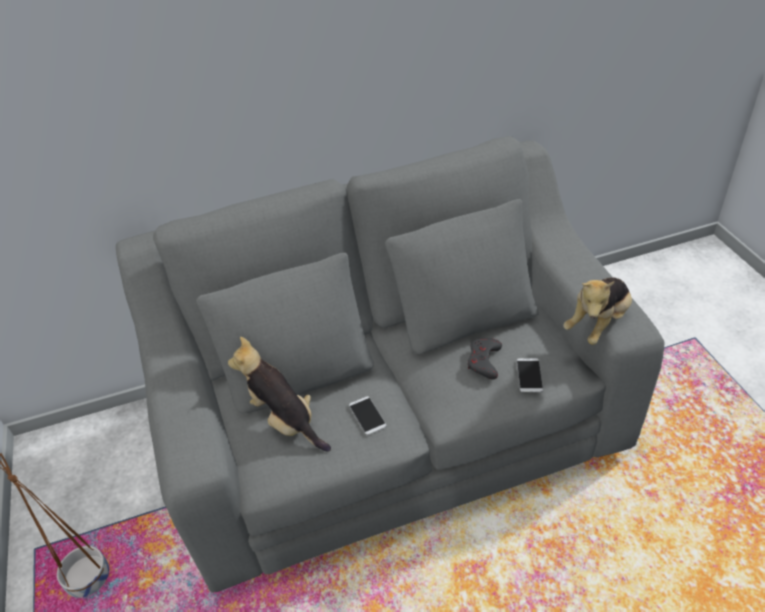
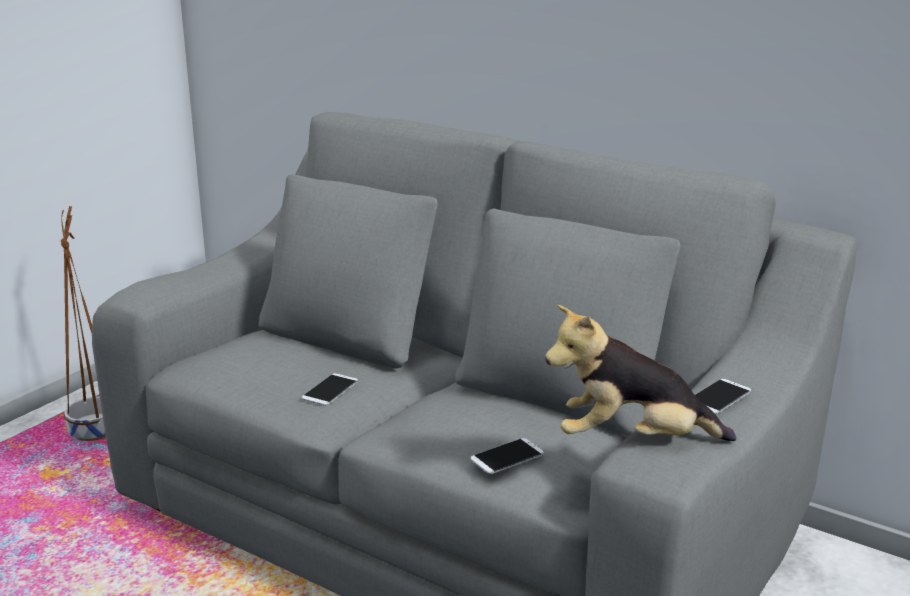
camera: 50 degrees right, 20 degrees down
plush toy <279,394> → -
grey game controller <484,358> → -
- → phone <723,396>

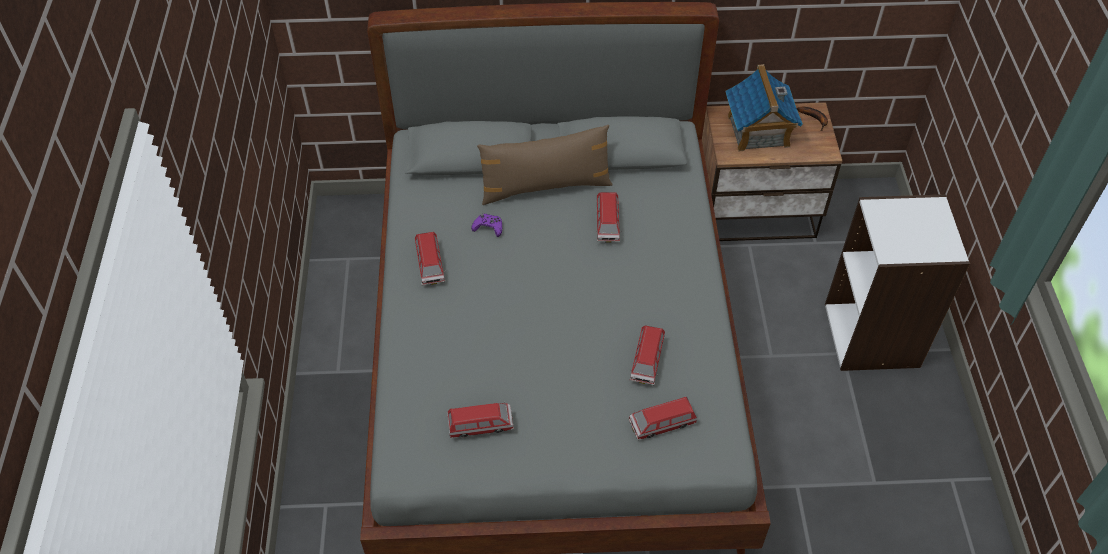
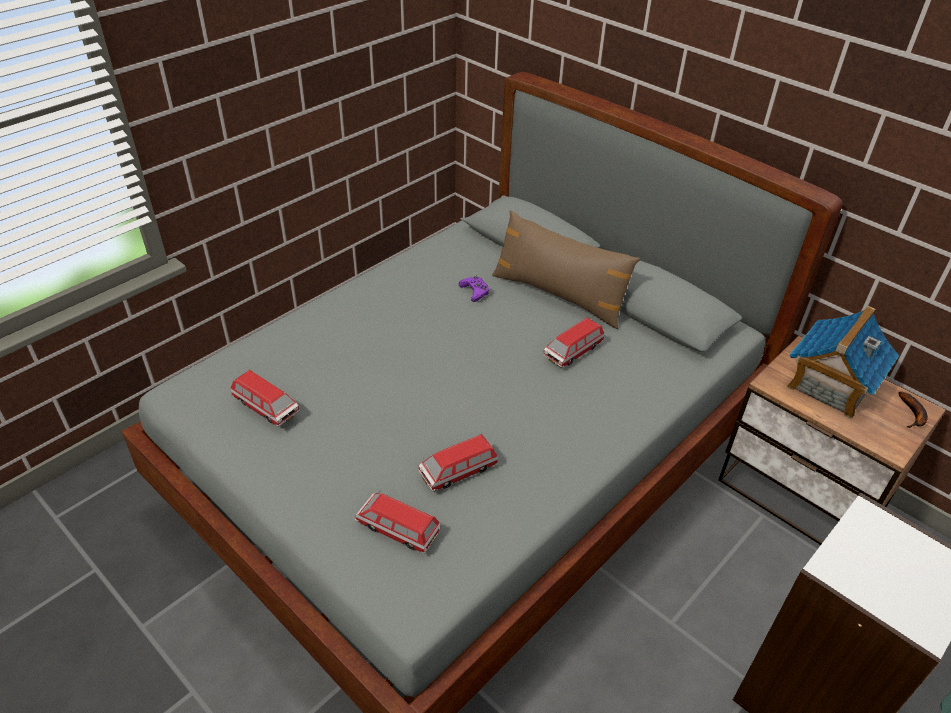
camera: 45 degrees right, 10 degrees down
toy car <430,259> → -

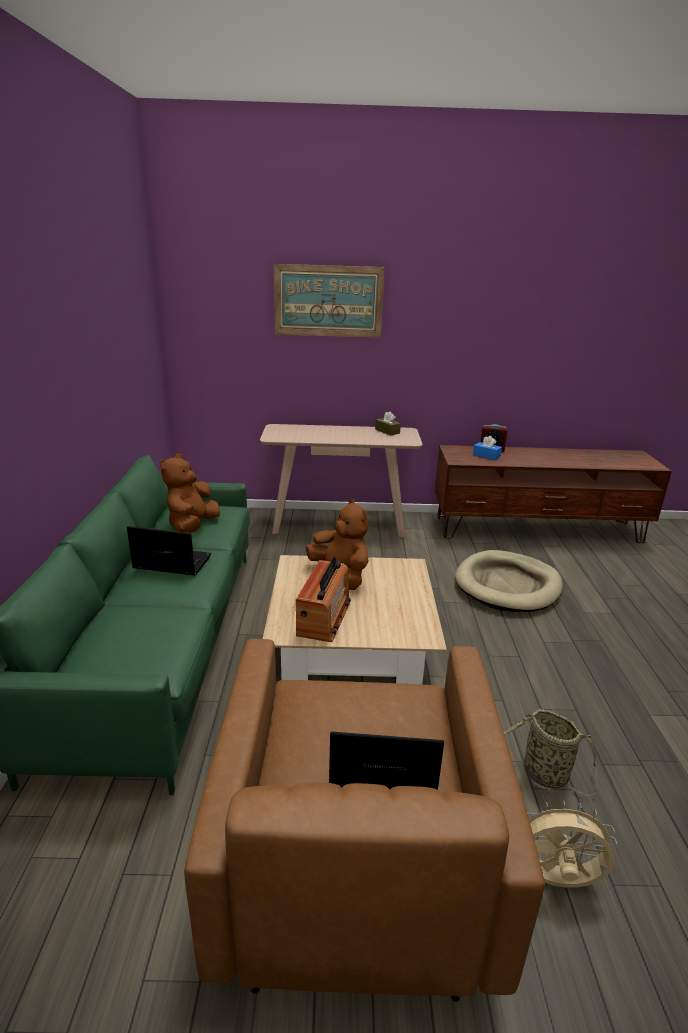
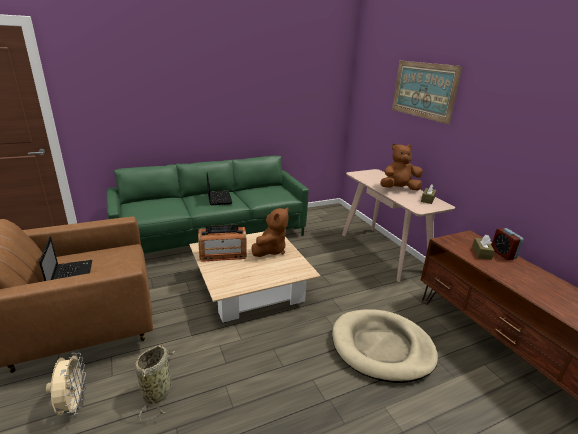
camera: 65 degrees right, 0 degrees up
blue tissue box <487,448> → brown tissue box <483,247>
brown plush toy <190,493> → brown plush toy <401,167>, relocated

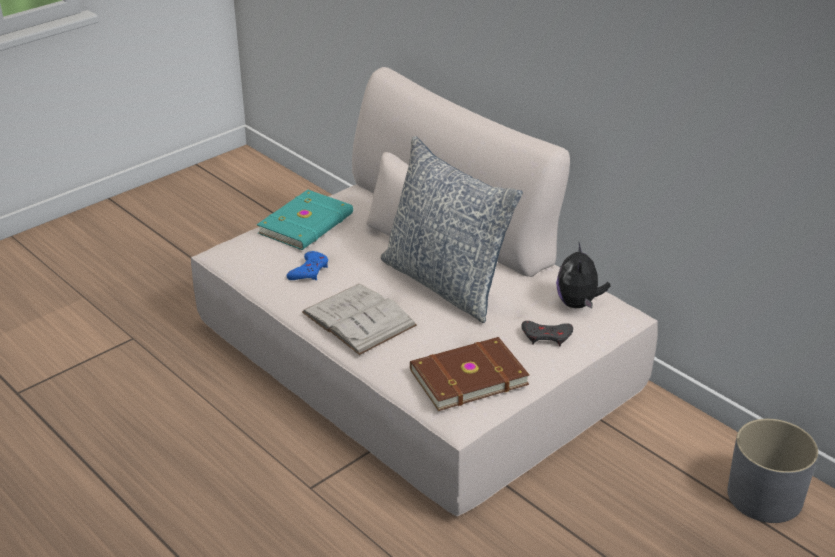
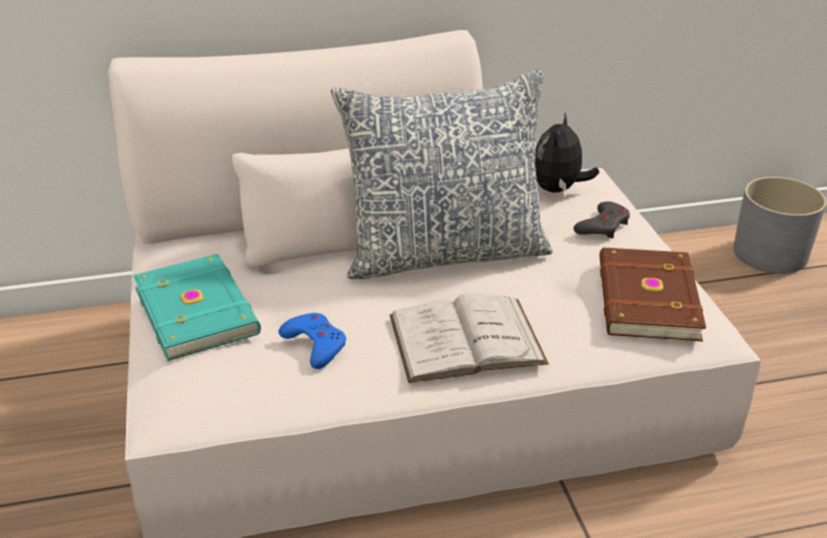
camera: 60 degrees left, 0 degrees up
plush toy <583,276> → plush toy <567,153>, 75 degrees clockwise

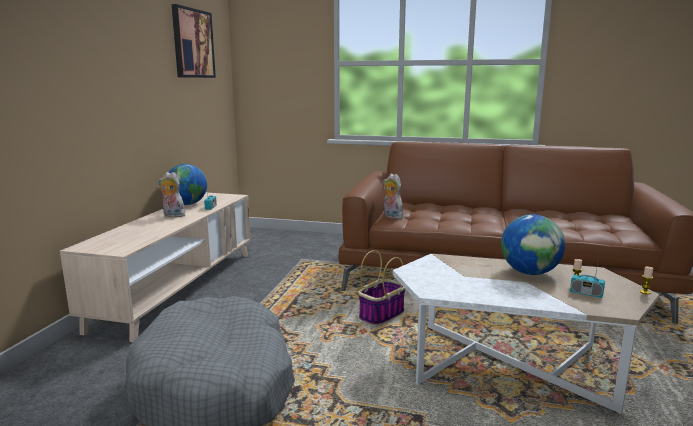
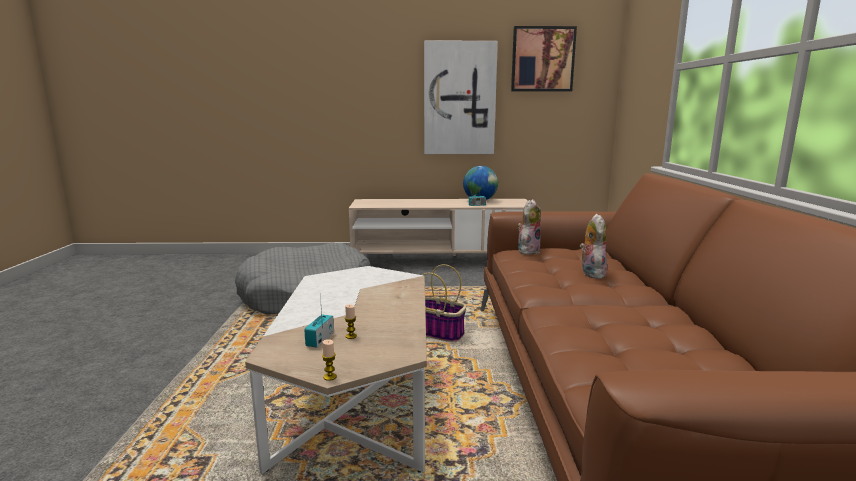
camera: 75 degrees right, 0 degrees up
plush toy <171,195> → plush toy <593,246>, relocated
globe <533,244> → -
- → picture <461,97>

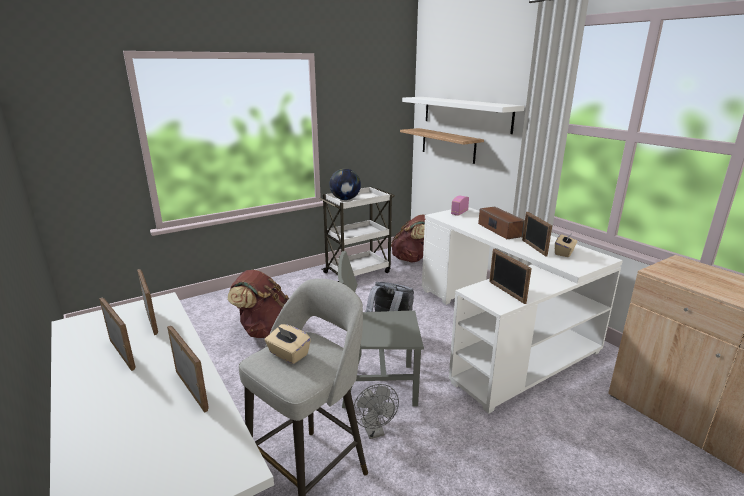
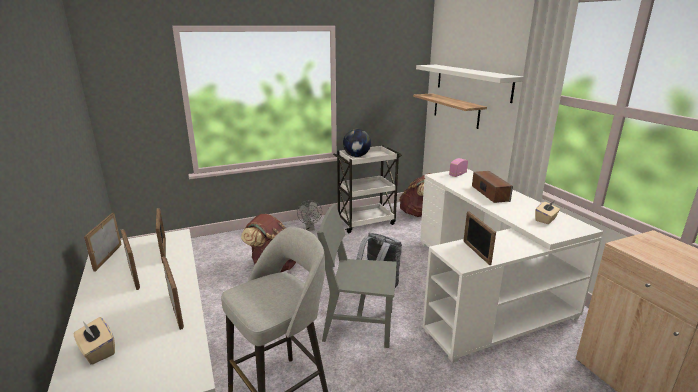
camera: 10 degrees right, 0 degrees up
picture frame <537,234> → picture frame <103,242>, relocated
beige tissue box <288,344> → beige tissue box <94,341>, relocated
grey fan <376,411> → grey fan <309,215>, relocated

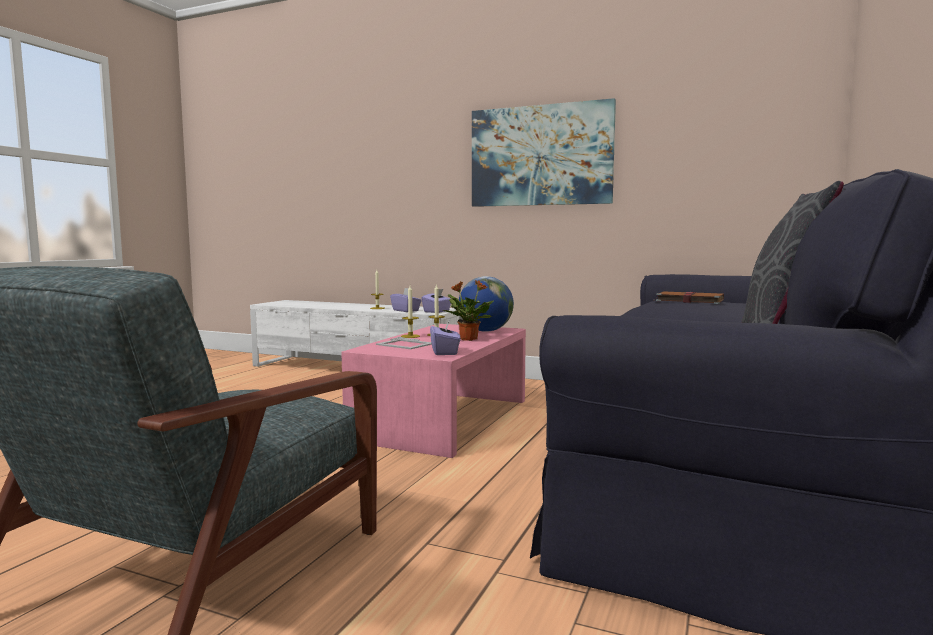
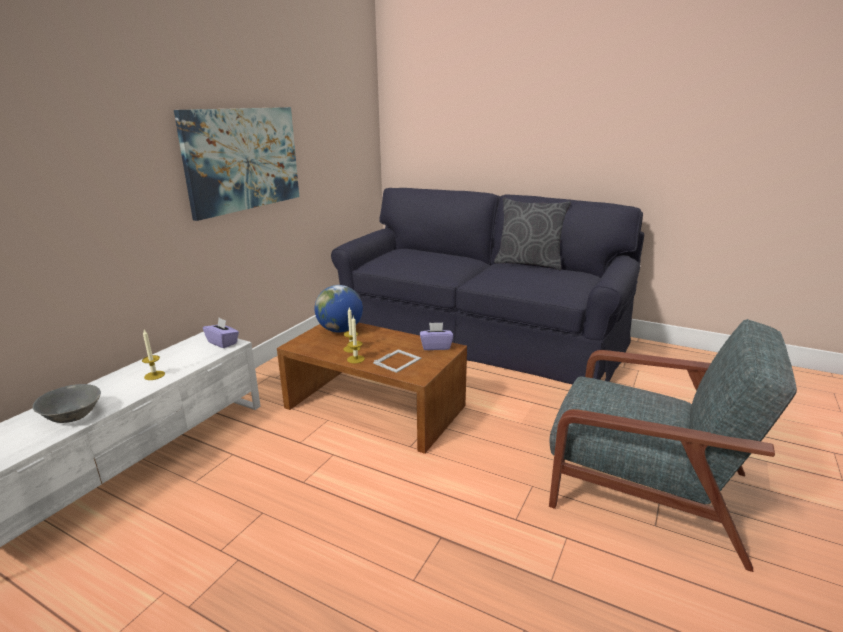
camera: 85 degrees left, 15 degrees up
potted plant <468,310> → -
purple tissue box <406,300> → -
brown book <690,297> → -
pink coffee table <433,391> → brown coffee table <372,388>
- → grey bowl <67,403>

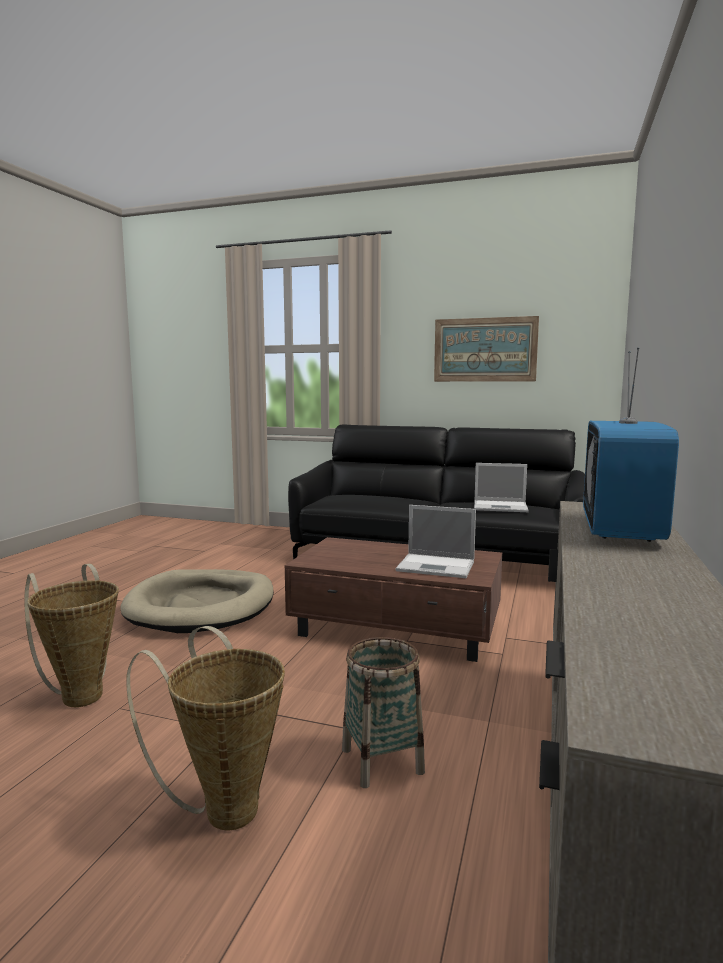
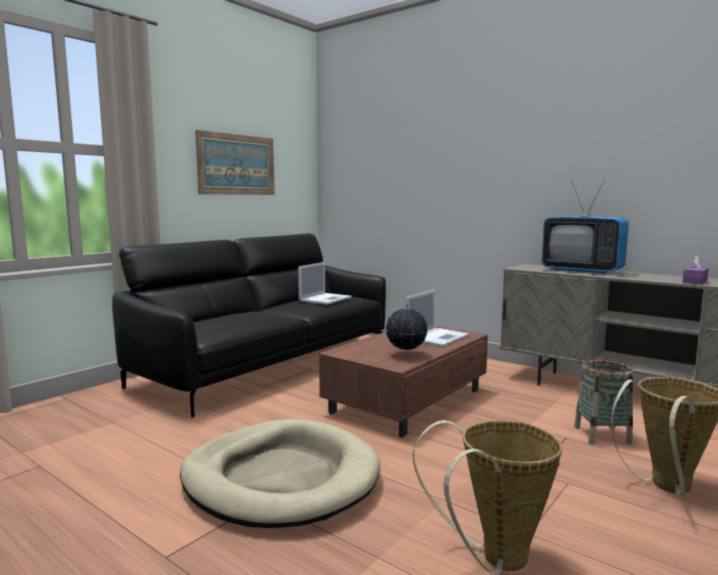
camera: 70 degrees left, 0 degrees up
- → purple tissue box <695,270>
- → globe <407,329>

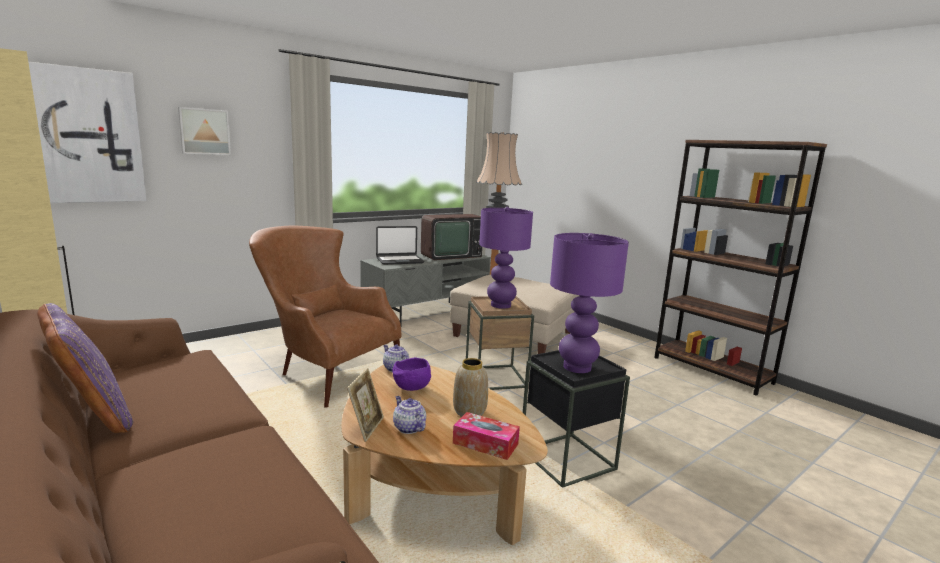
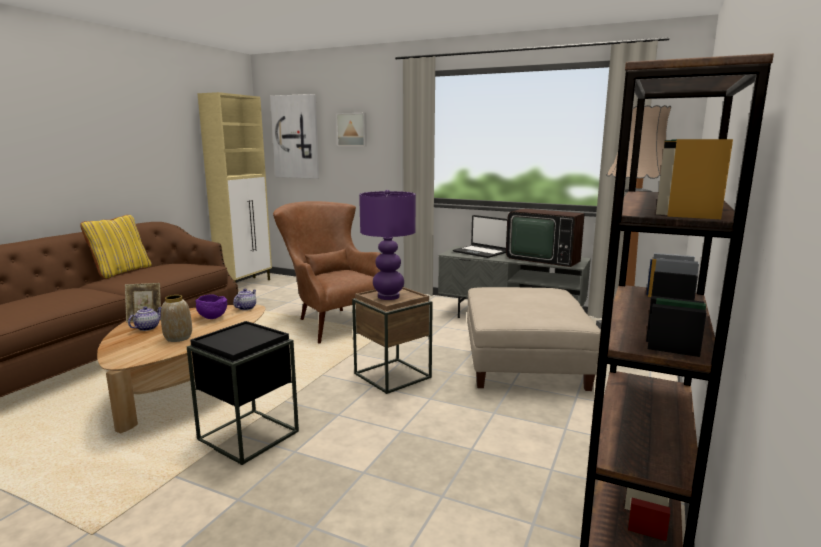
camera: 65 degrees right, 0 degrees up
brown armchair <325,317> → brown armchair <327,272>, 45 degrees counterclockwise
purple table lamp <589,303> → -
purple pillow <85,368> → yellow pillow <116,247>
tissue box <486,436> → -

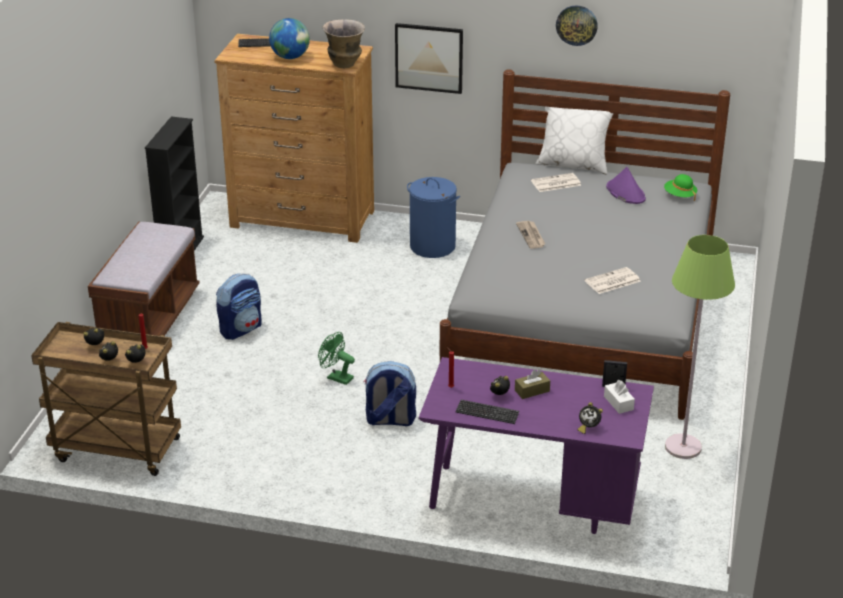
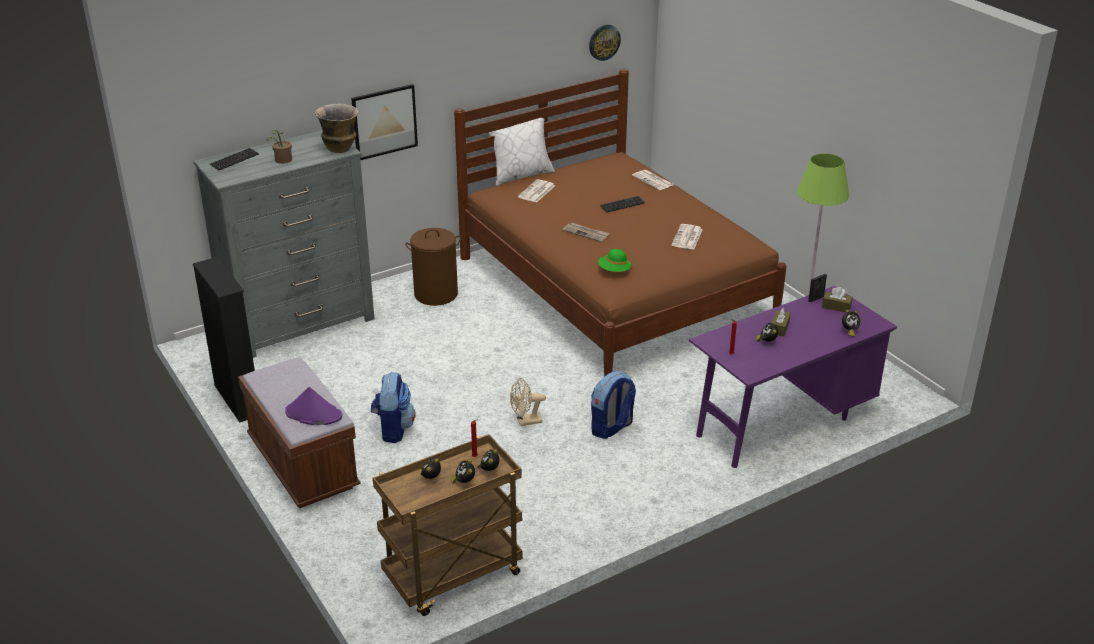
camera: 45 degrees left, 0 degrees up
wall clock <577,26> → wall clock <605,43>, relocated
globe <289,38> → potted plant <279,147>
brown dresser <294,138> → grey dresser <284,244>
grey bed <585,244> → brown bed <620,223>
purple hat <626,185> → purple hat <313,406>, relocated
green hat <680,187> → green hat <614,260>, relocated
blue laundry basket <433,217> → brown laundry basket <433,267>
green fan <336,358> → beige fan <528,402>
white tissue box <619,397> → brown tissue box <837,300>
keyboard <487,412> → keyboard <622,204>, relocated
- → newspaper <652,180>

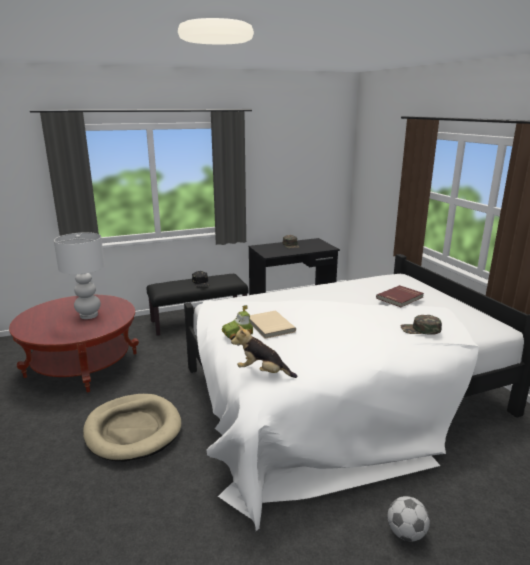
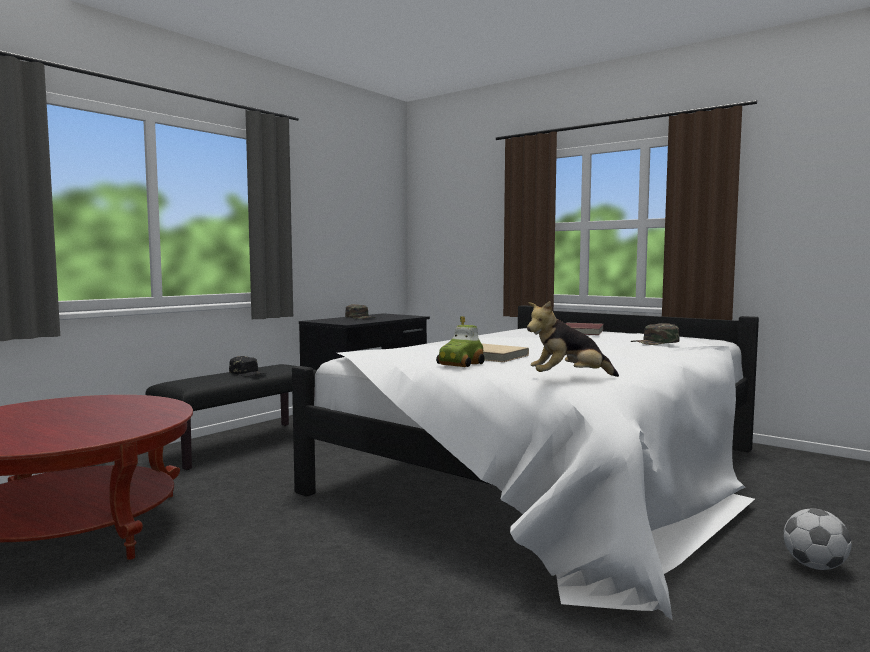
camera: 30 degrees left, 15 degrees down
white table lamp <79,275> → -
beige dog bed <132,427> → -

